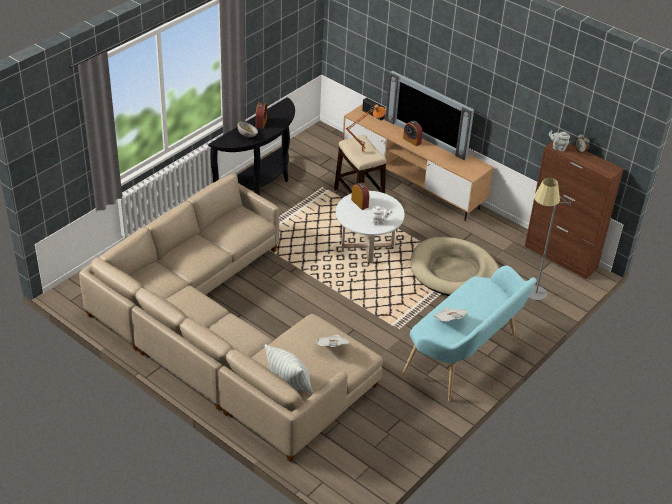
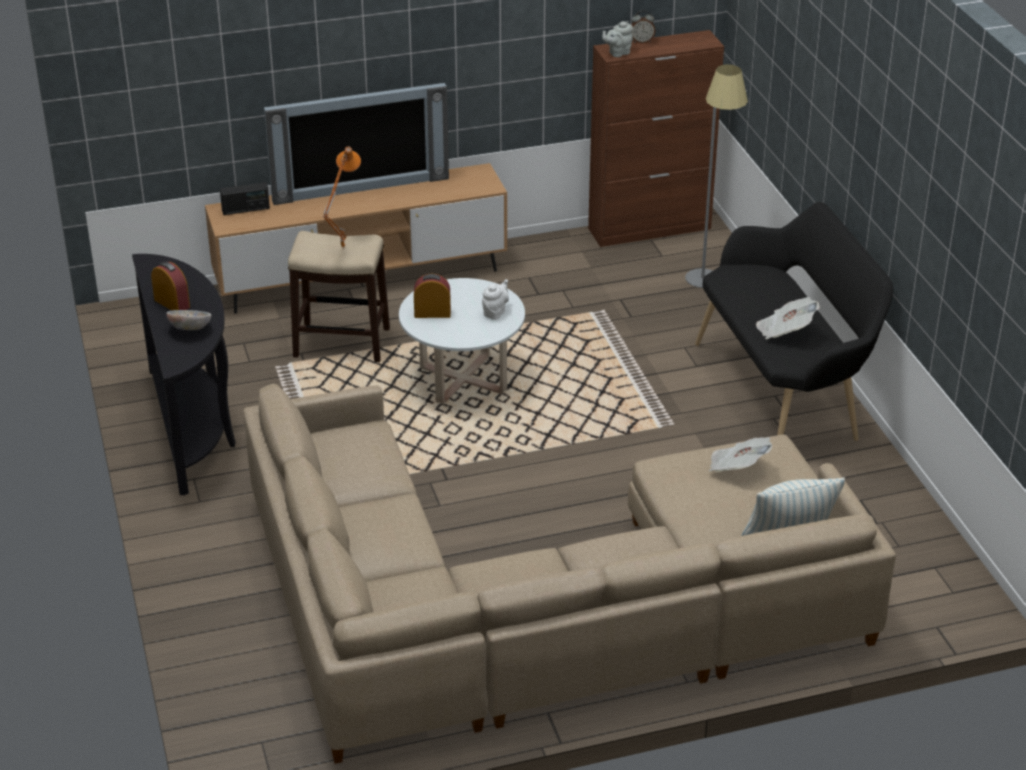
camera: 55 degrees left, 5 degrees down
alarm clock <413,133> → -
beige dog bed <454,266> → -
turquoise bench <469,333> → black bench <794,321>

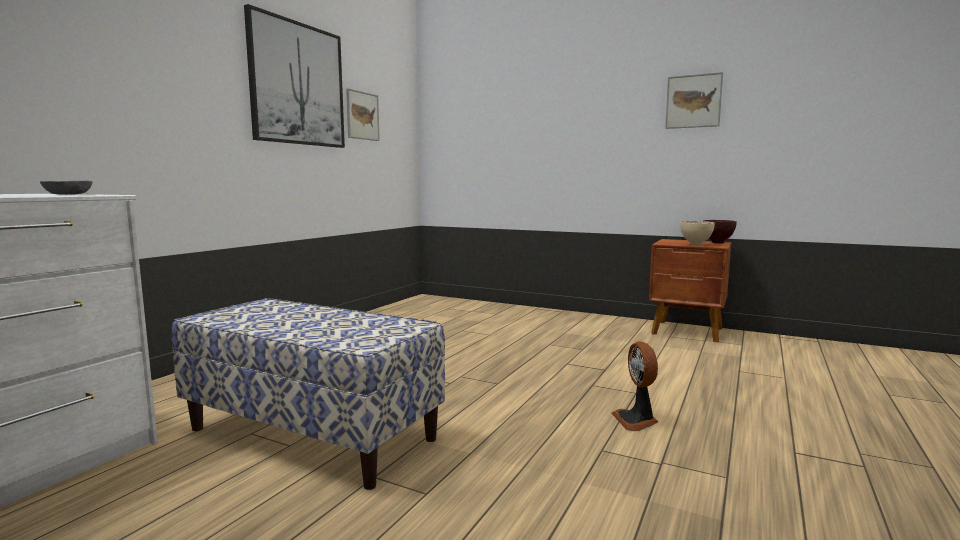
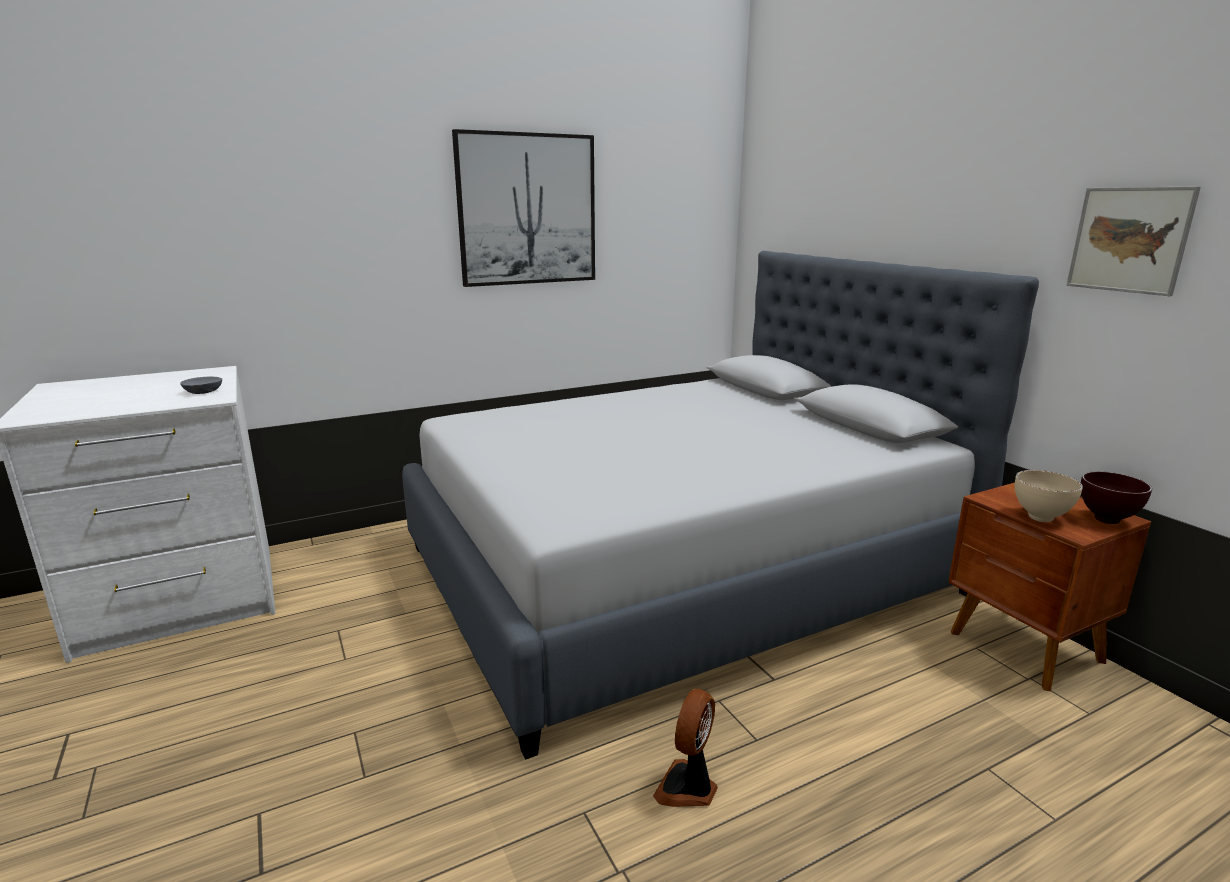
camera: 35 degrees right, 10 degrees up
picture <363,114> → -
bench <308,394> → -
- → grey bed <720,505>

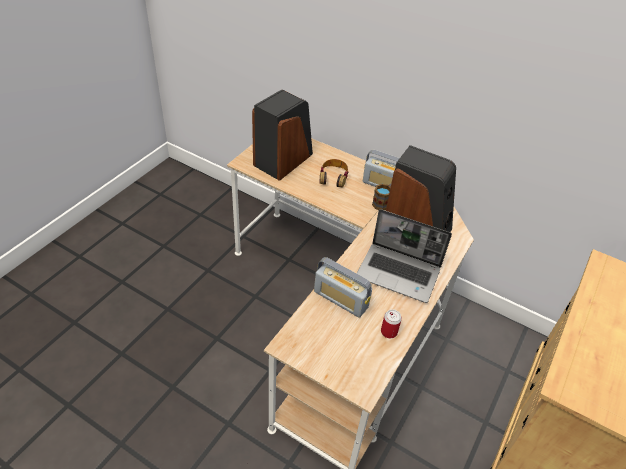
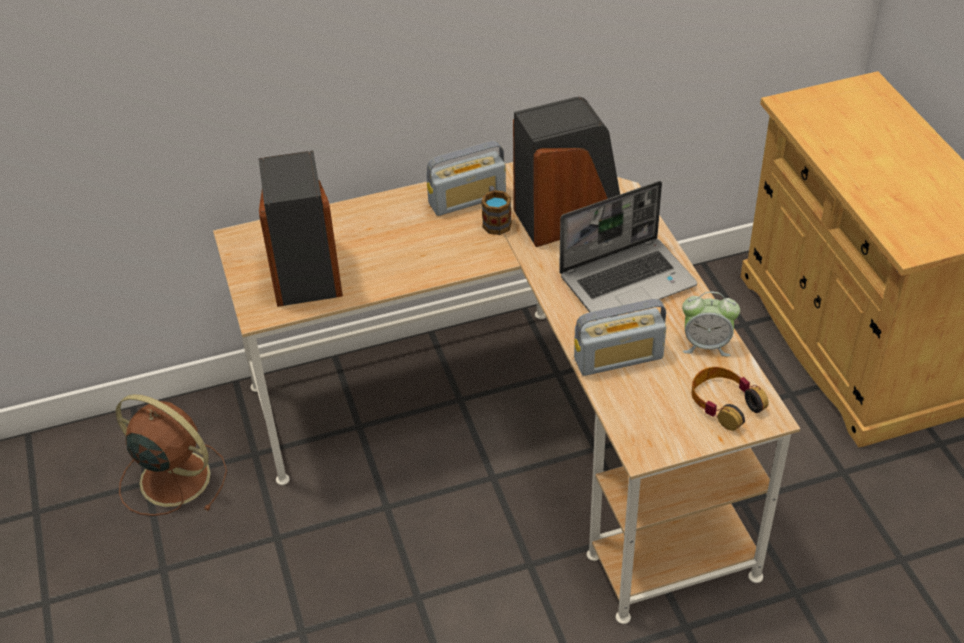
camera: 45 degrees left, 0 degrees up
headphones <334,173> → headphones <730,399>, relocated
can <391,323> → alarm clock <711,324>
- → brown fan <171,455>

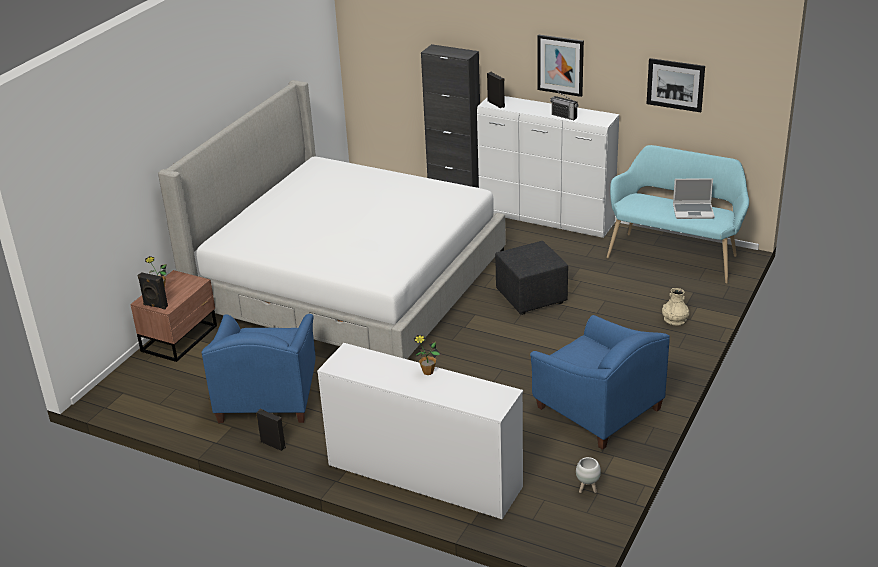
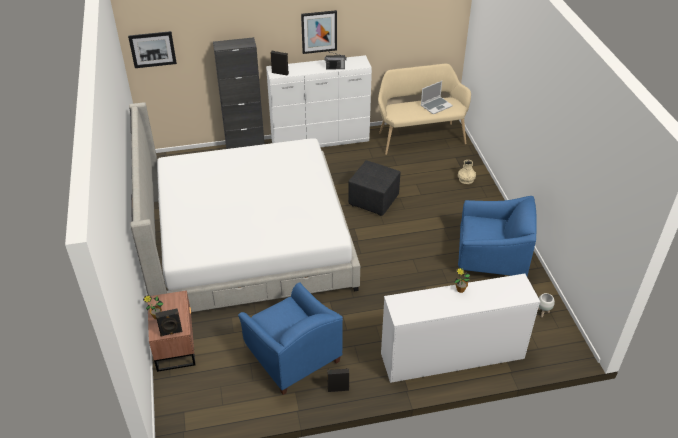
camera: 40 degrees left, 10 degrees up
picture <675,85> → picture <152,49>, relocated
turquoise bench <678,214> → beige bench <424,109>

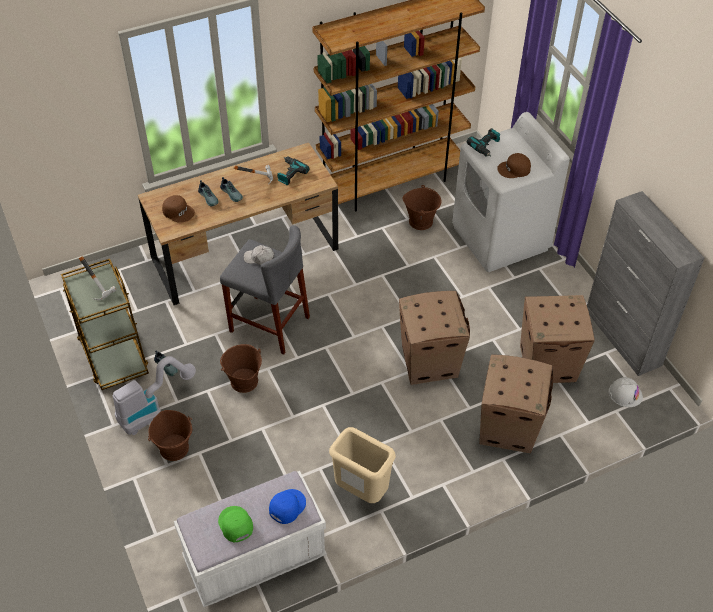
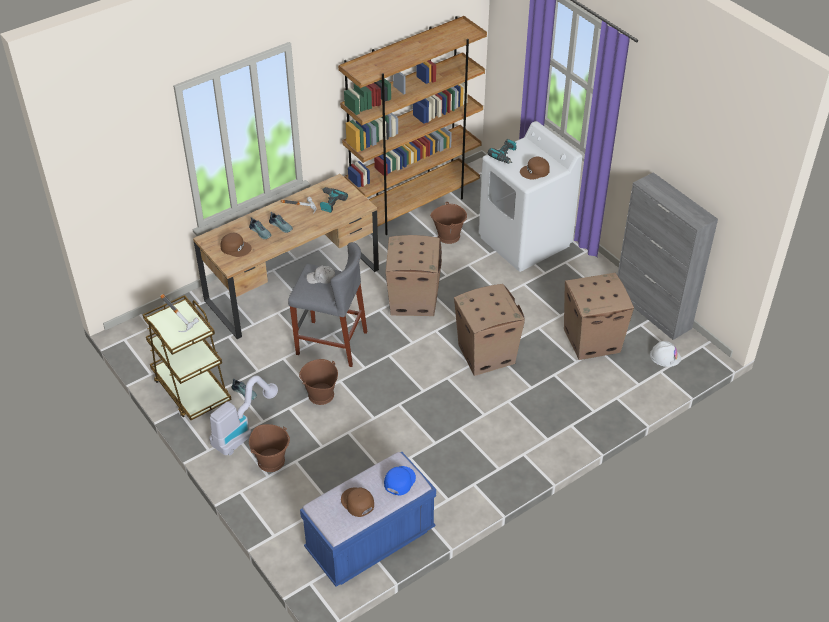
camera: 10 degrees left, 5 degrees down
cardboard box <516,404> → cardboard box <413,275>, relocated
beige trash can <362,465> → -
white bench <250,539> → blue bench <368,519>
green cap <235,524> → brown cap <357,502>

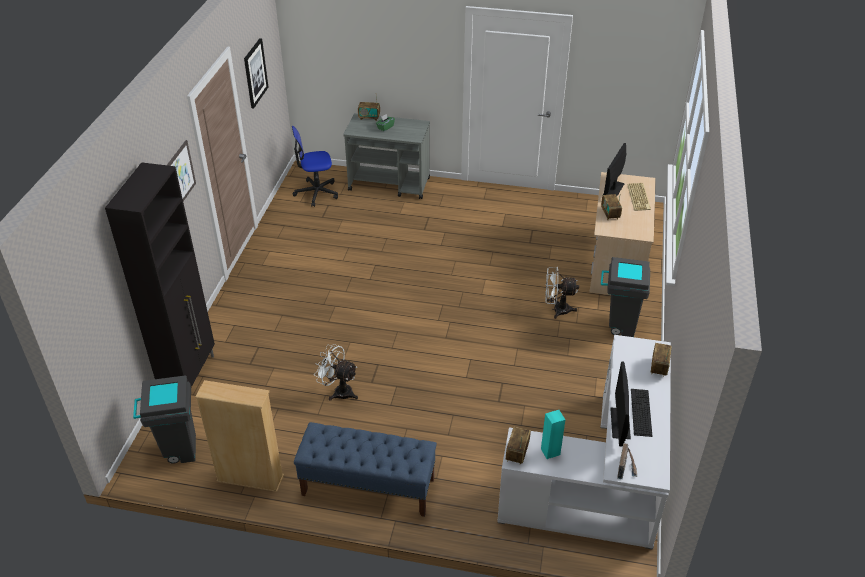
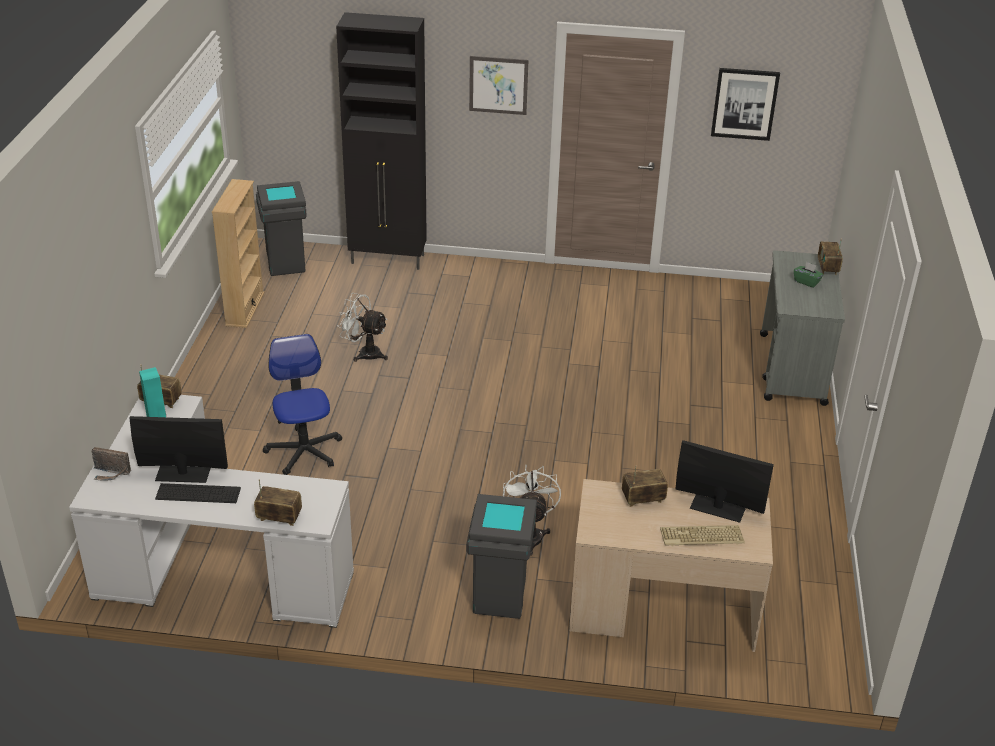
camera: 85 degrees right, 5 degrees down
office chair <315,166> → office chair <302,404>, relocated
white fan <336,372> → white fan <362,327>, 90 degrees counterclockwise
blue bench <365,469> → -

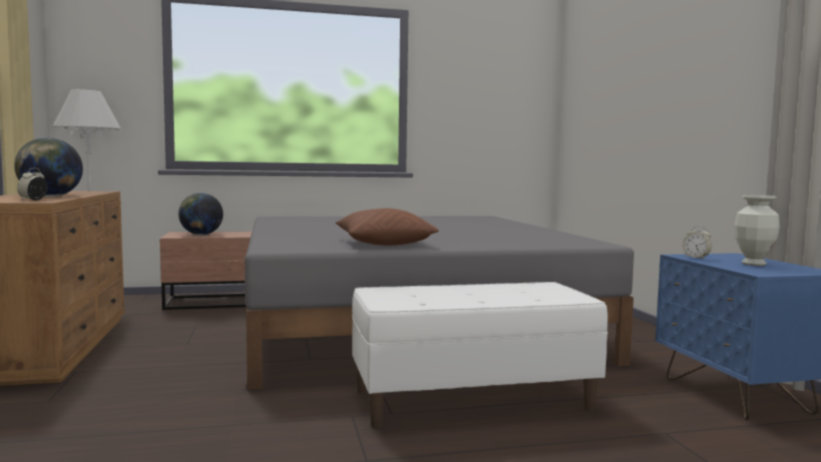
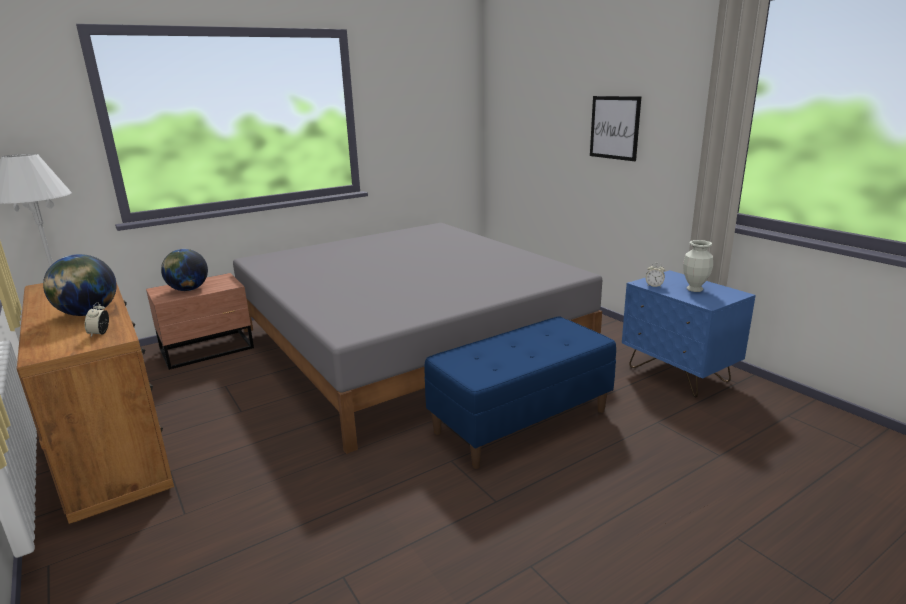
camera: 20 degrees left, 15 degrees up
brown pillow <387,226> → -
white bench <480,355> → blue bench <520,392>
- → picture <615,128>

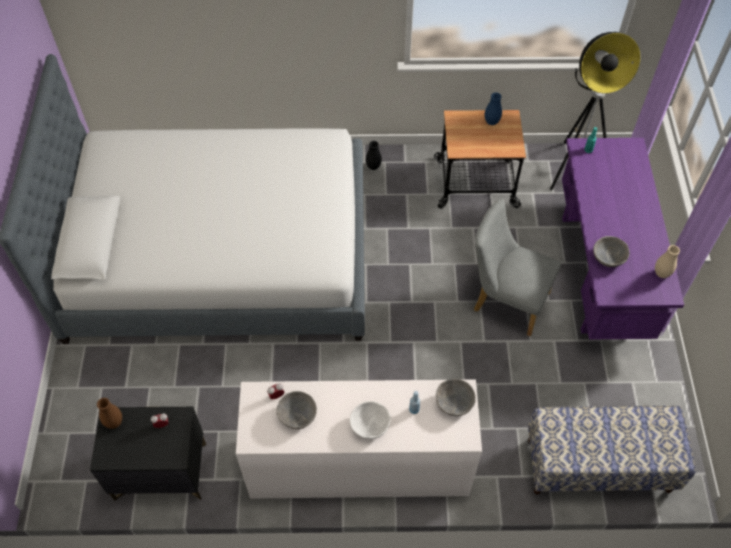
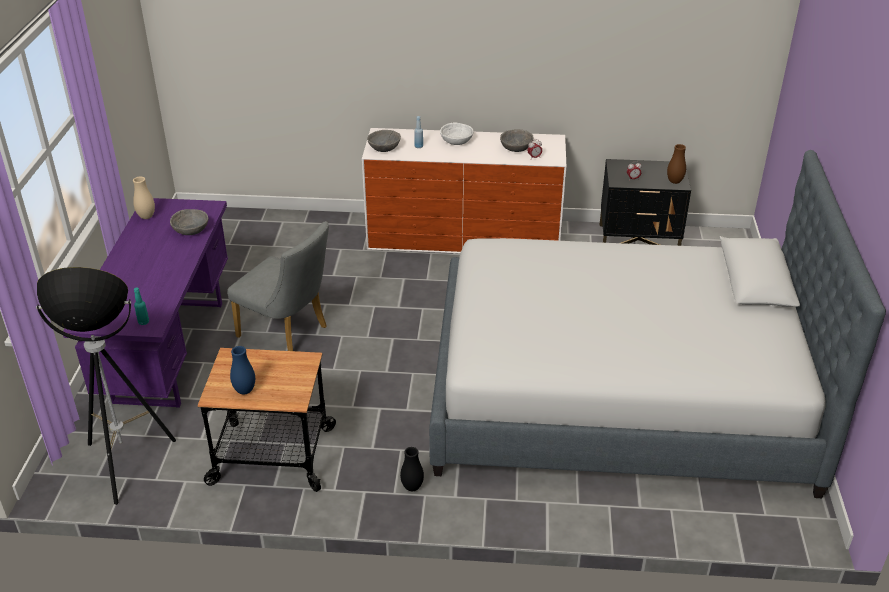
camera: 175 degrees left, 20 degrees down
bench <612,450> → -

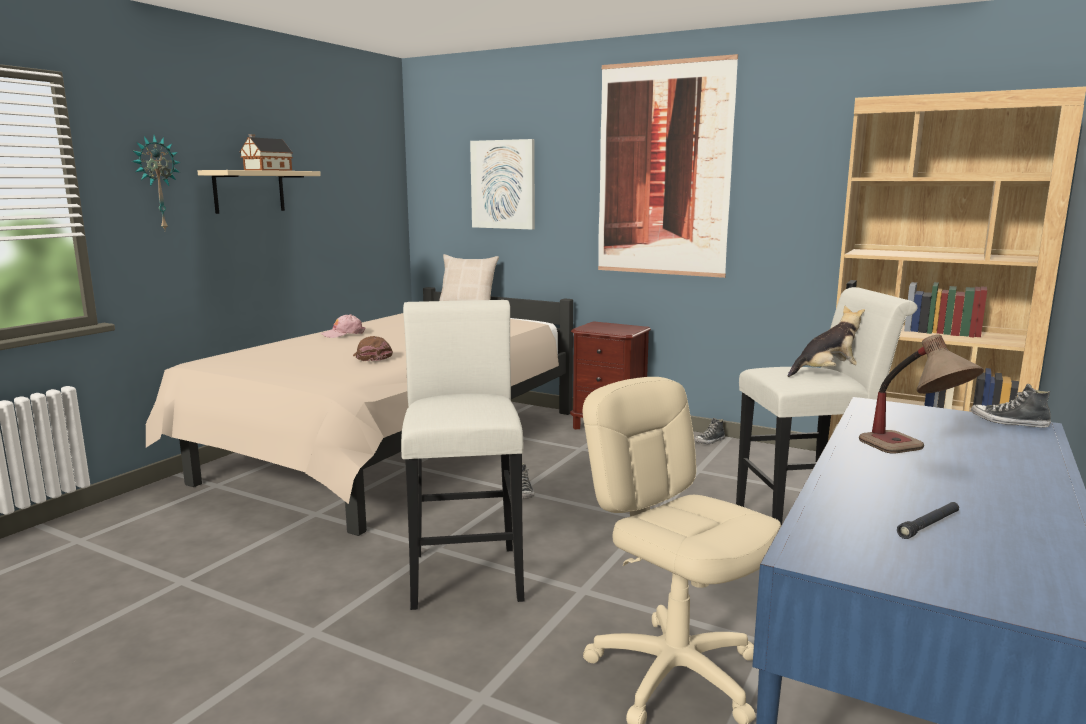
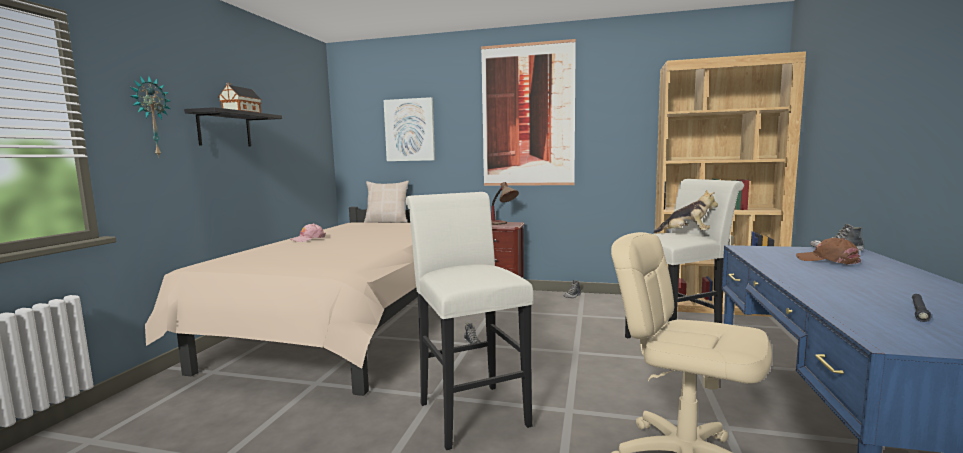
camera: 15 degrees left, 5 degrees down
beige shelf <259,192> → black shelf <233,127>
plush toy <826,341> → plush toy <685,211>, 60 degrees clockwise
table lamp <921,394> → table lamp <505,203>, relocated
brown cap <373,348> → brown cap <828,251>, relocated

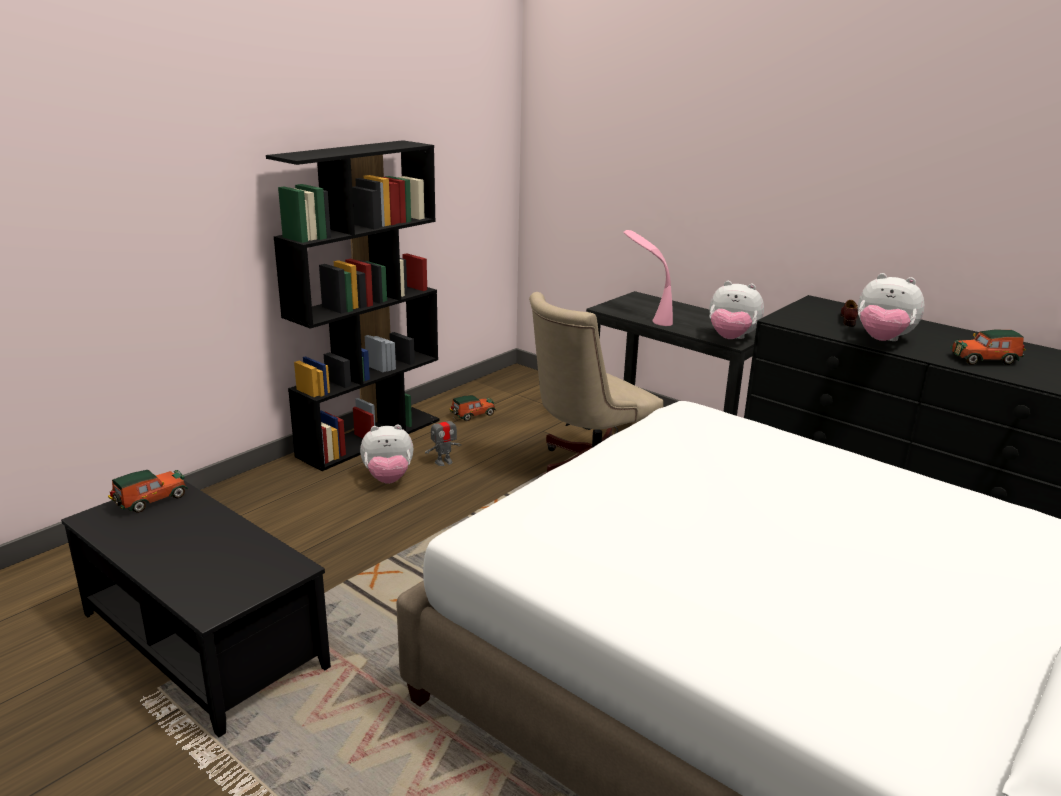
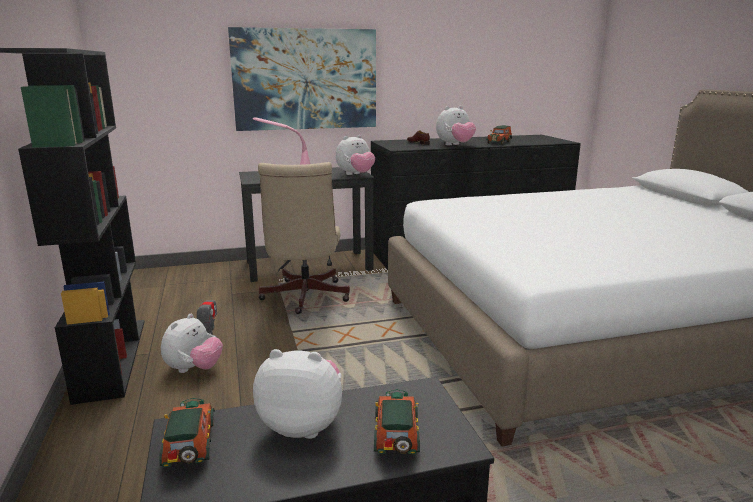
camera: 55 degrees left, 5 degrees down
toy car <472,408> → toy car <397,421>, relocated
- → picture <302,79>
- → plush toy <297,394>

